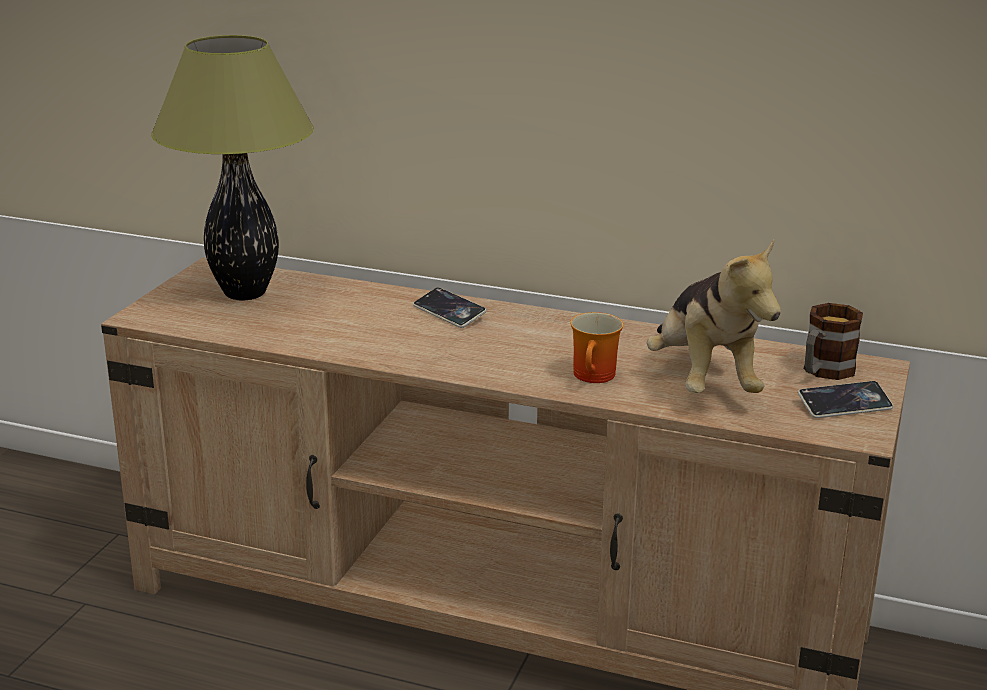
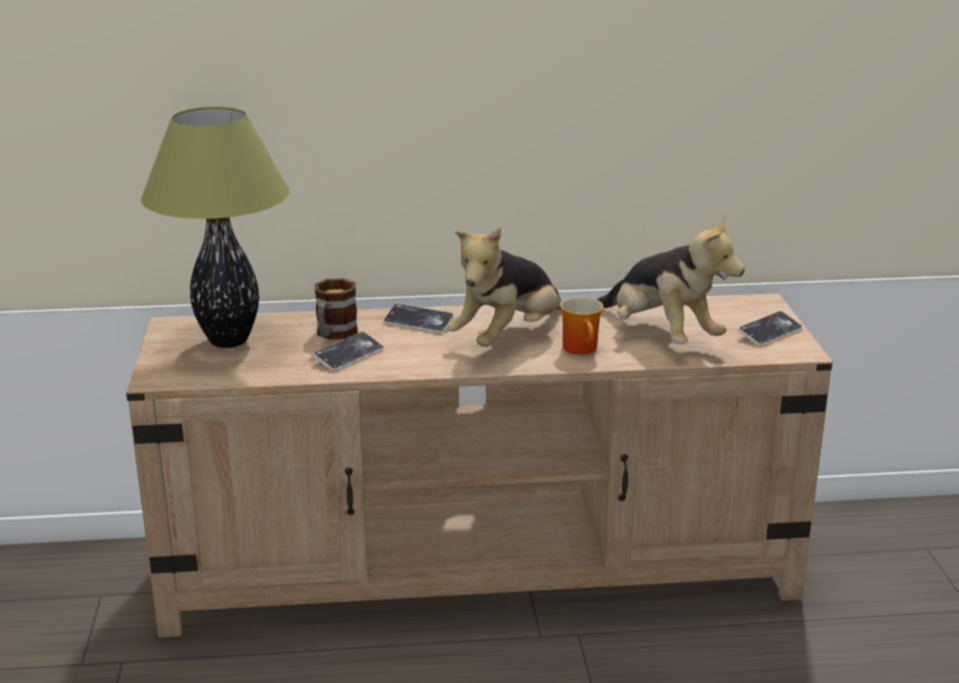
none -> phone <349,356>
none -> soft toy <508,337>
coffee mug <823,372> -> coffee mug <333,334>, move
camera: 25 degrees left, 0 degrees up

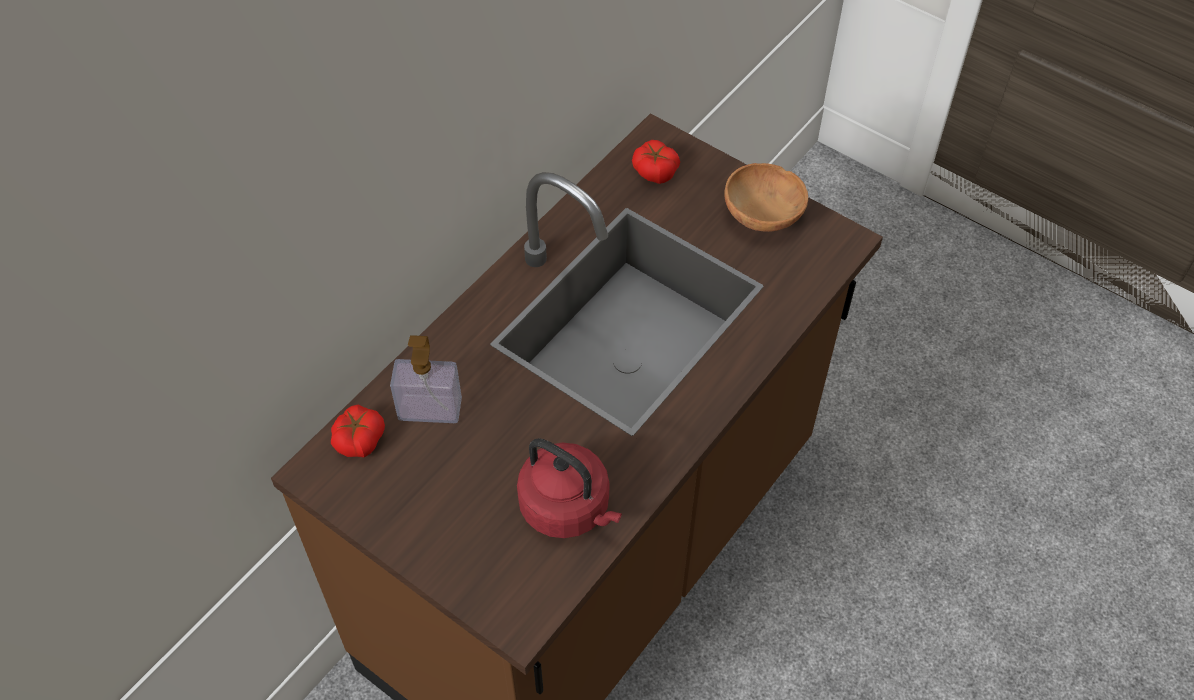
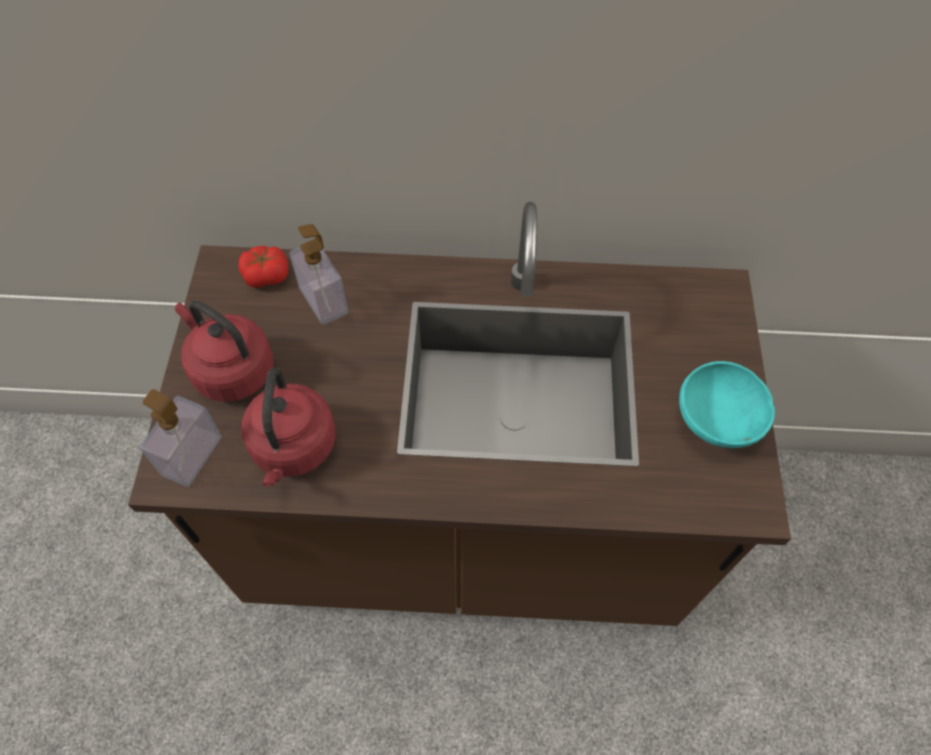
fresh tomato <655,171> -> none
none -> soap bottle <192,456>
none -> reddish water kettle <231,369>
brownish deep dish <764,216> -> turquoise-coloured deep dish <718,421>
camera: 55 degrees right, 5 degrees up

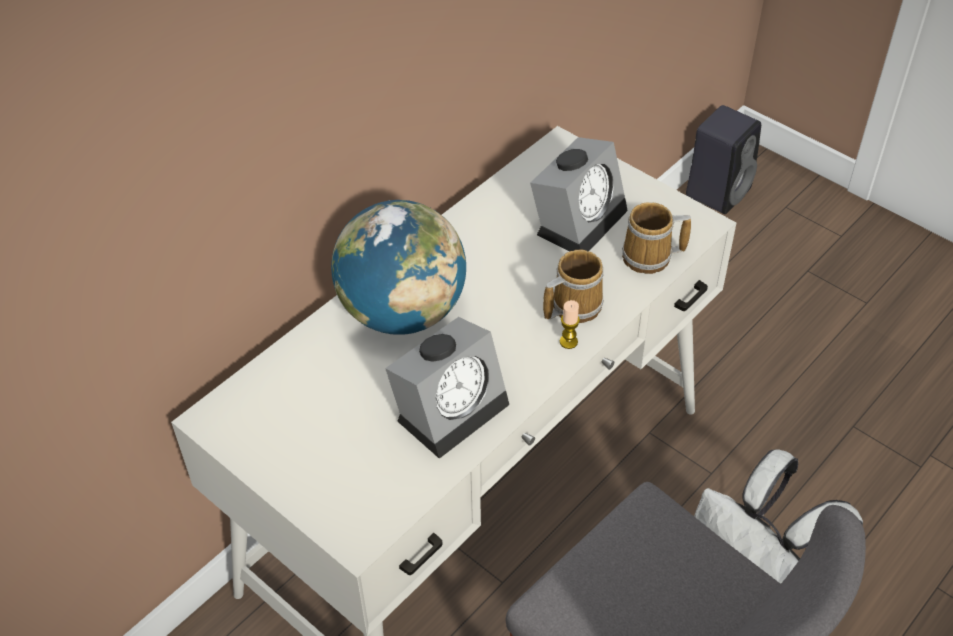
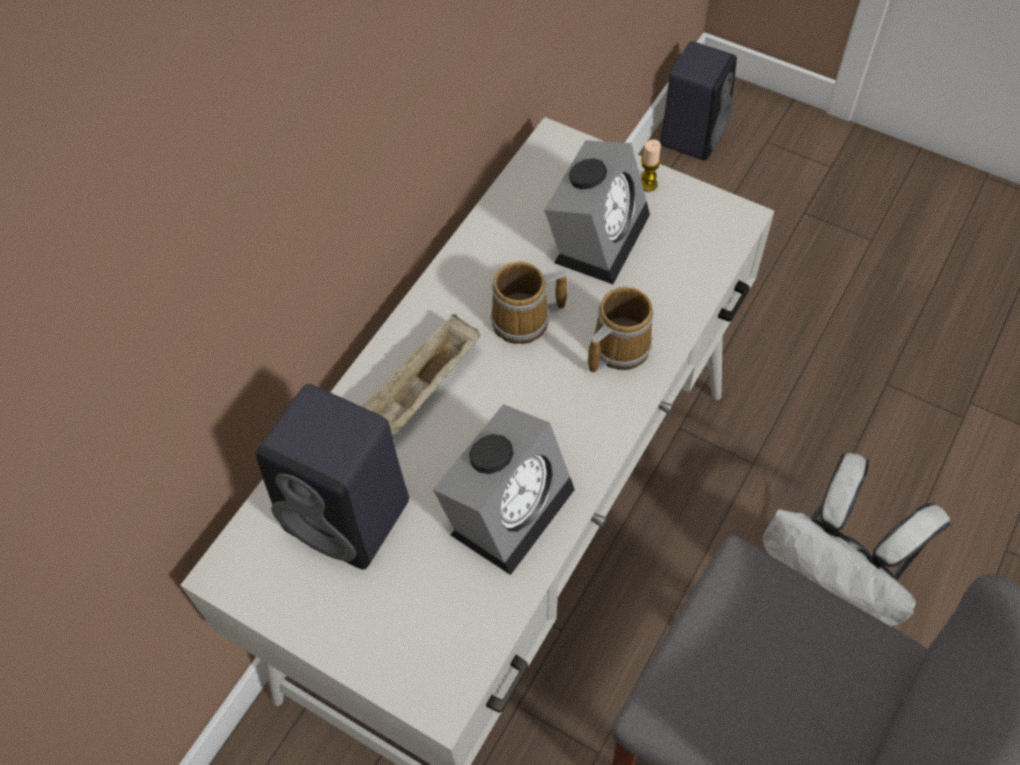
none -> black-coloured loudspeaker <351,516>
candle <568,342> -> candle <648,184>, move
coffee mug <650,257> -> coffee mug <525,321>, move
world globe <402,312> -> beige-coloured carrying tray <423,390>
camera: 10 degrees left, 10 degrees up

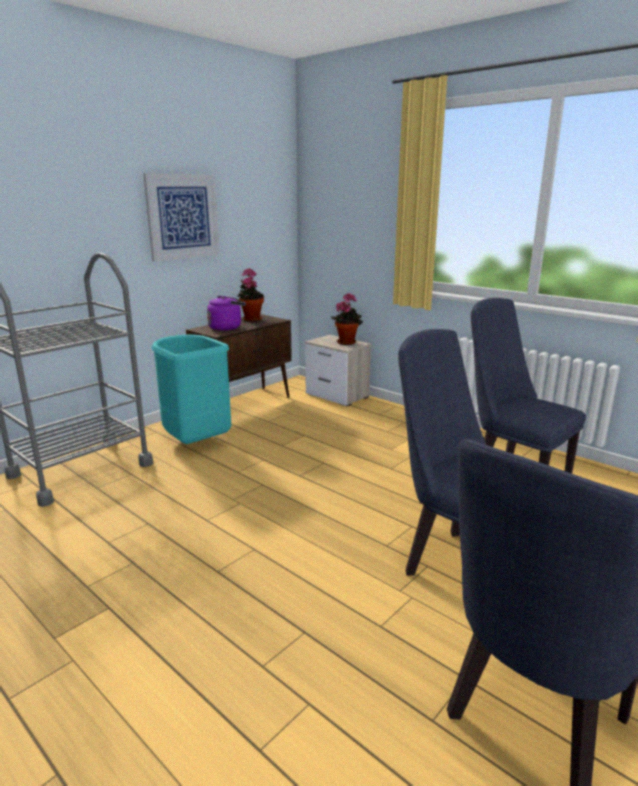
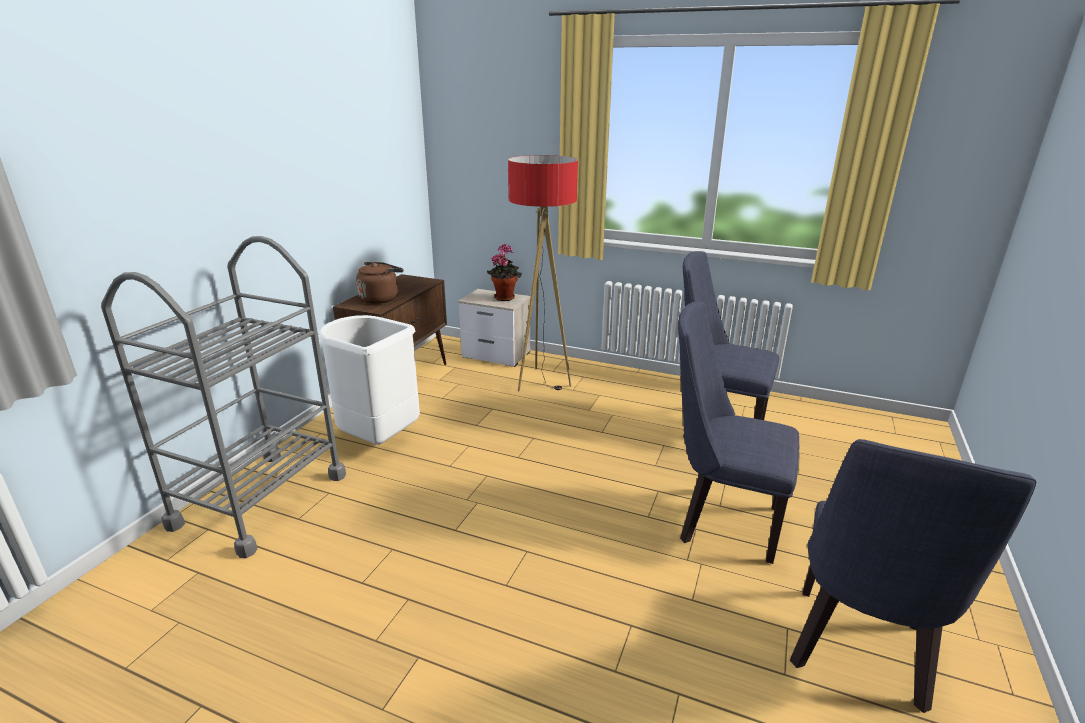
picture <183,217> -> none
potted plant <251,319> -> none
none -> standing lamp <542,382>
turquoise-coloured trash can <195,442> -> white-coloured trash can <377,438>
purple water kettle <227,327> -> brownish water kettle <381,298>
camera: 20 degrees left, 5 degrees up

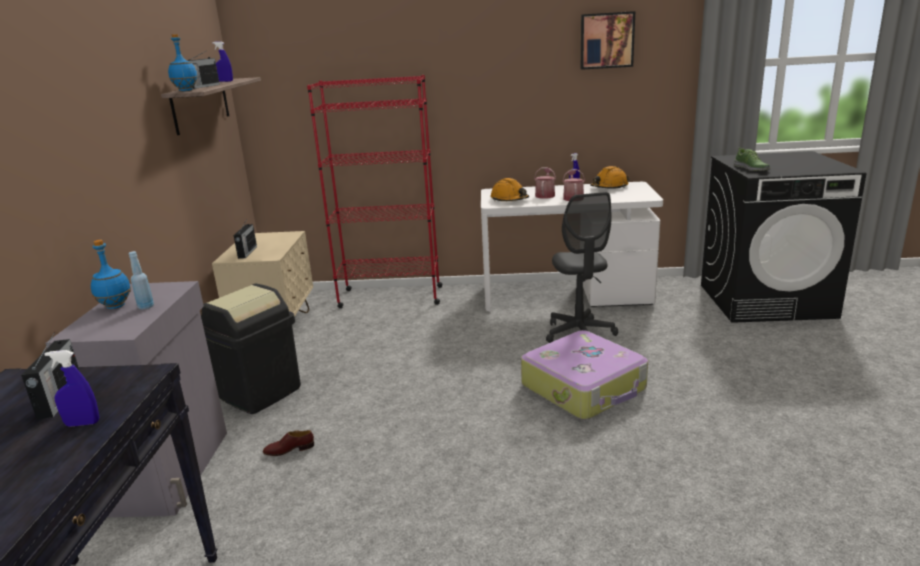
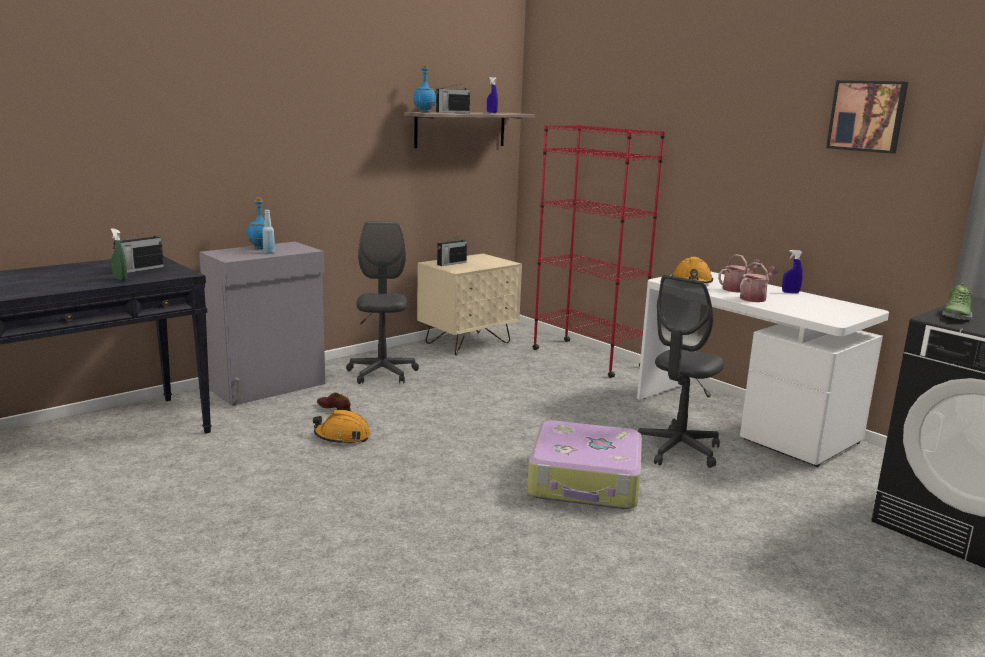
orangey safety helmet <609,187> -> orangey safety helmet <342,437>, move
black-coloured trash can <260,392> -> grey desk chair <382,373>
bluish hand sprayer <82,423> -> greenish hand sprayer <120,279>
camera: 45 degrees right, 5 degrees down

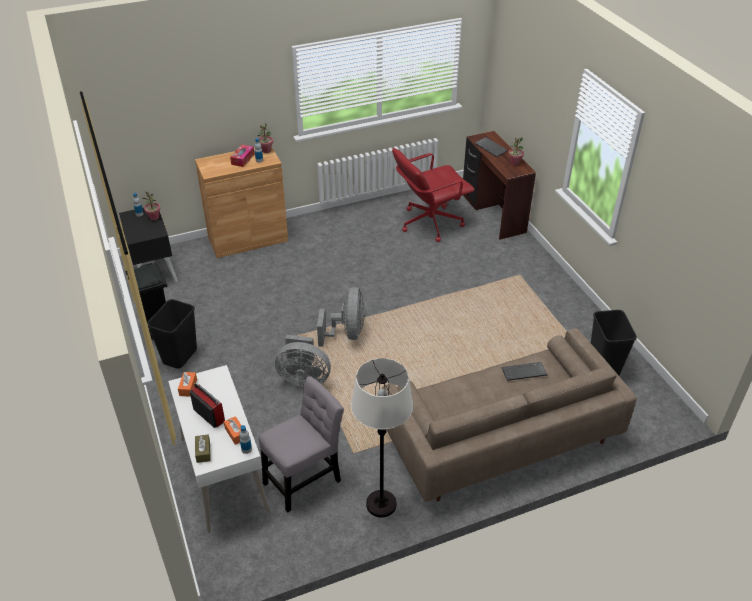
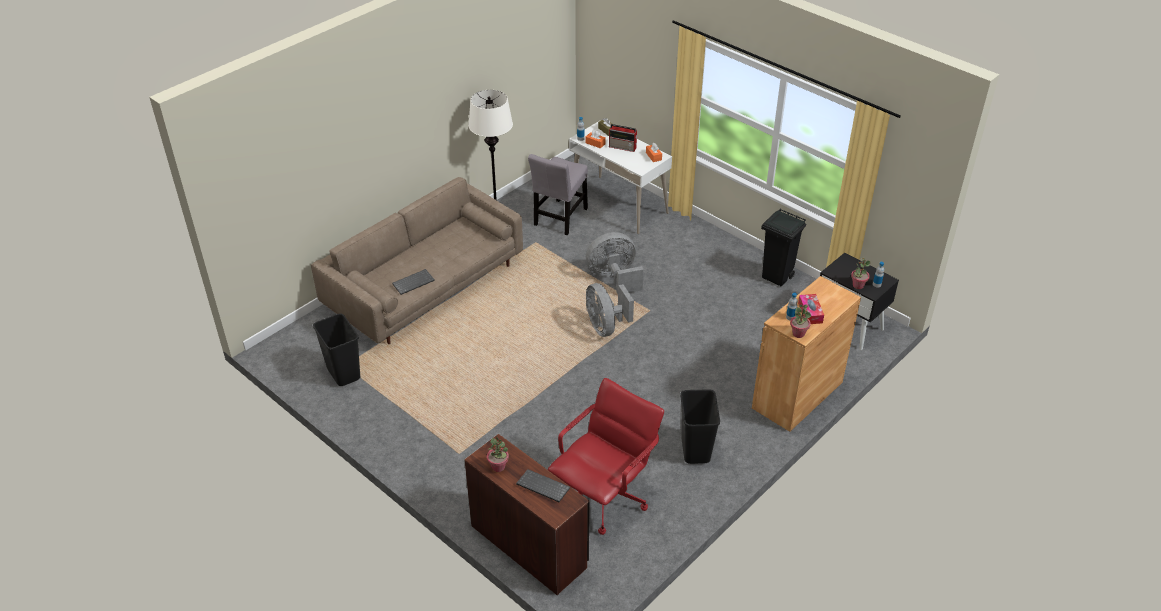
black-coloured trash can <180,356> -> black-coloured trash can <695,450>, move
camera: 155 degrees right, 0 degrees up

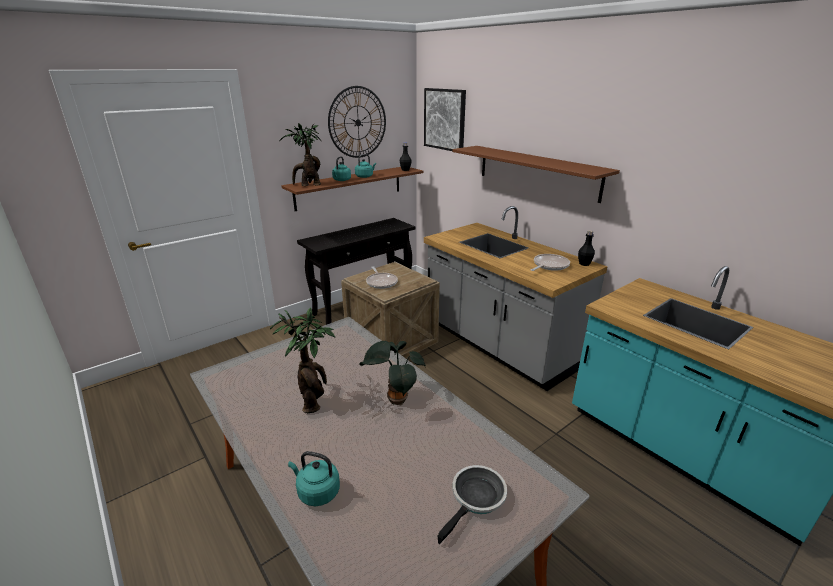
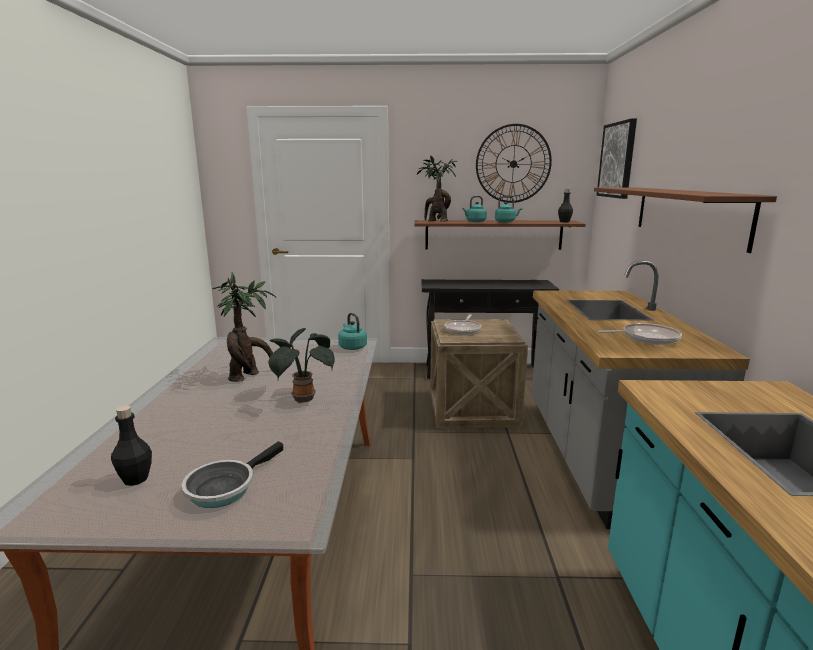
turquoise-coloured water kettle <317,492> -> turquoise-coloured water kettle <352,347>, move
black-coloured beverage bottle <584,264> -> black-coloured beverage bottle <135,479>, move
pan <476,499> -> pan <225,487>, 135 degrees clockwise
camera: 40 degrees right, 10 degrees down

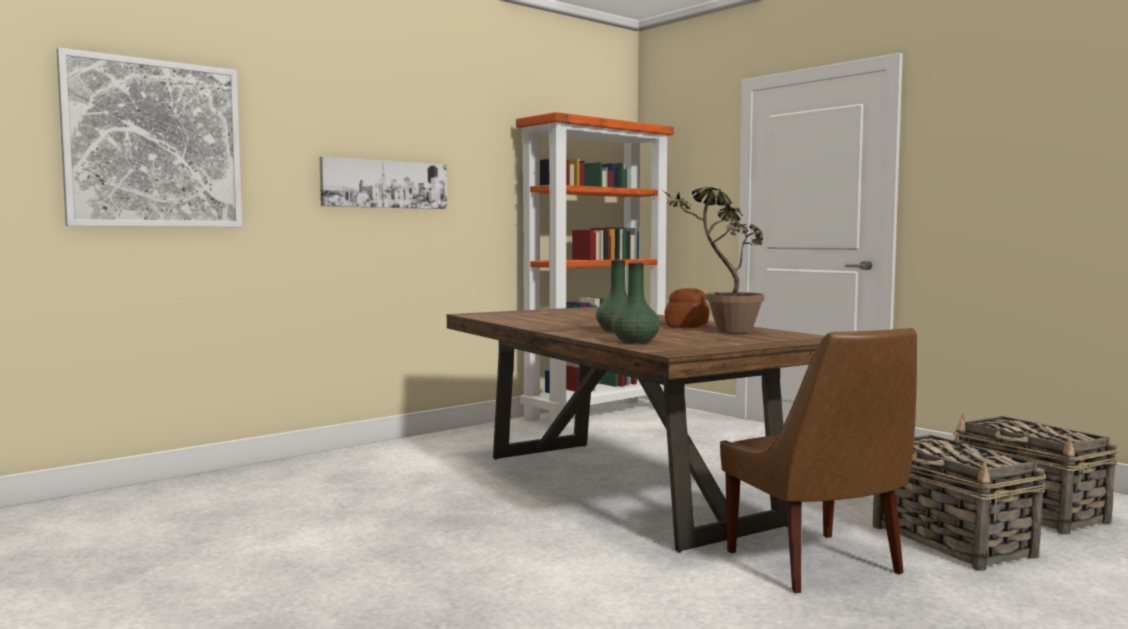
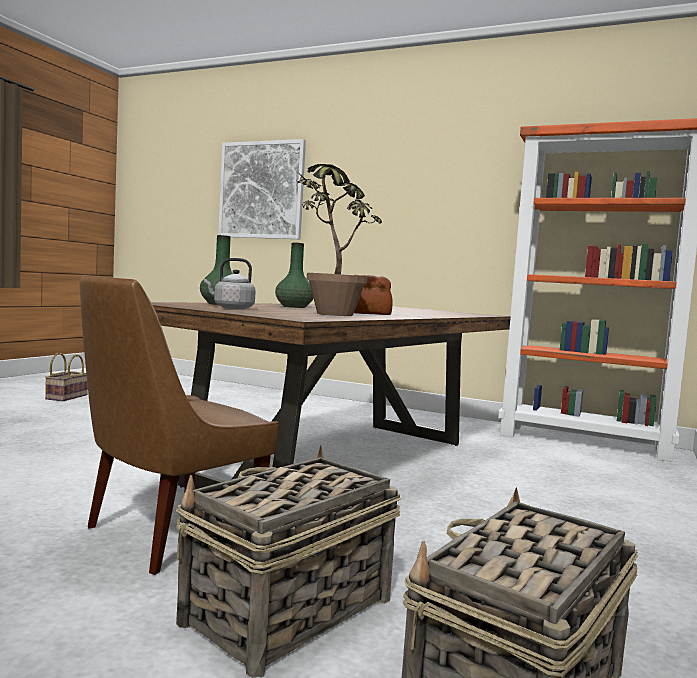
picture <384,184> -> none
none -> household basket <66,397>
none -> grey water kettle <231,308>
camera: 65 degrees right, 0 degrees up

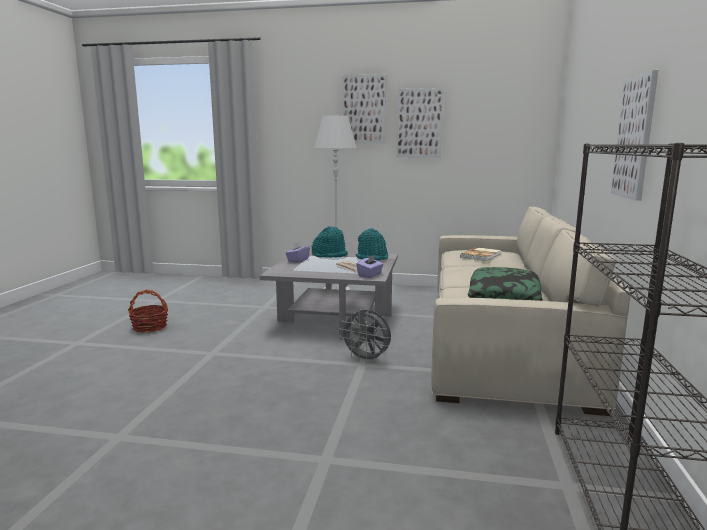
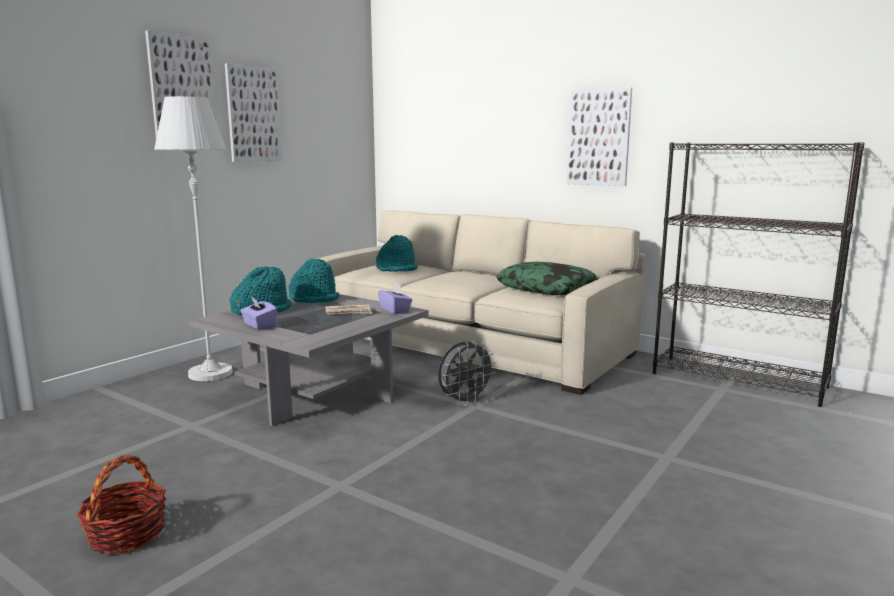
bound book <481,255> -> turquoise-coloured wearable hat <397,269>
camera: 65 degrees left, 0 degrees up

